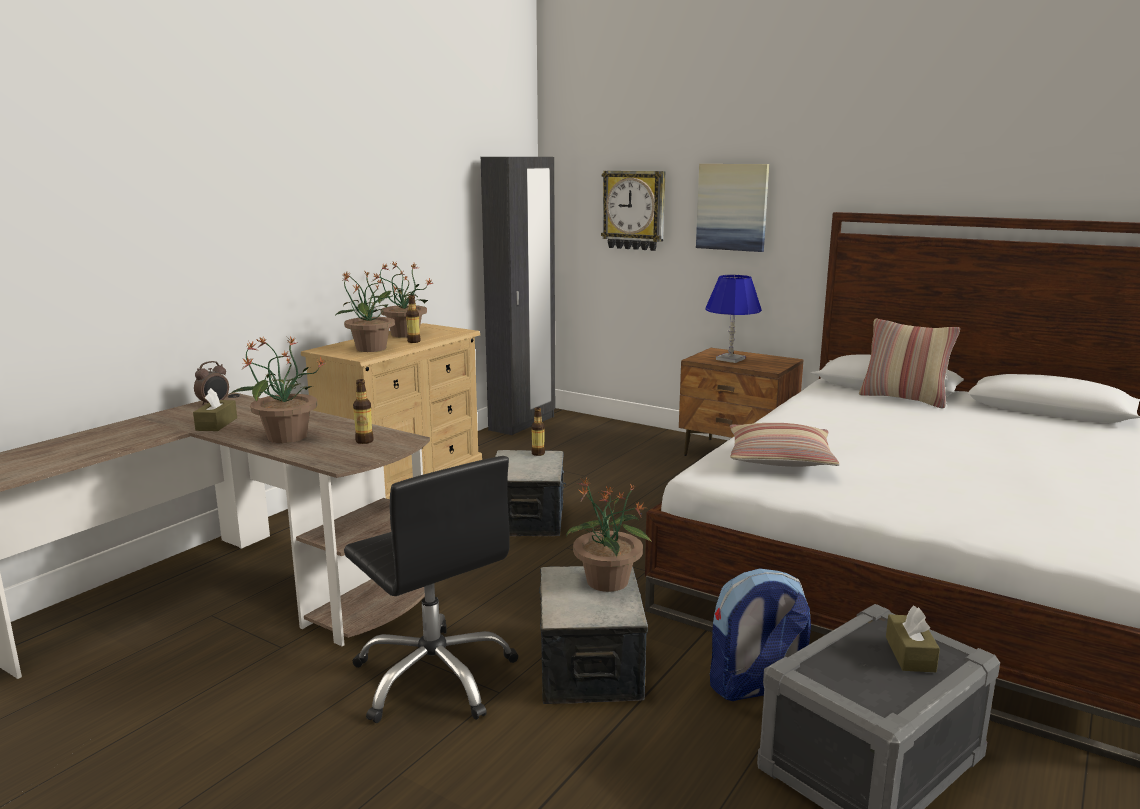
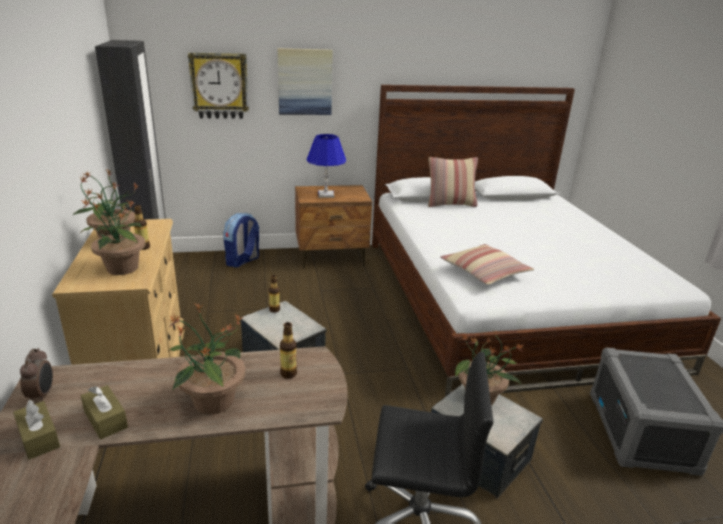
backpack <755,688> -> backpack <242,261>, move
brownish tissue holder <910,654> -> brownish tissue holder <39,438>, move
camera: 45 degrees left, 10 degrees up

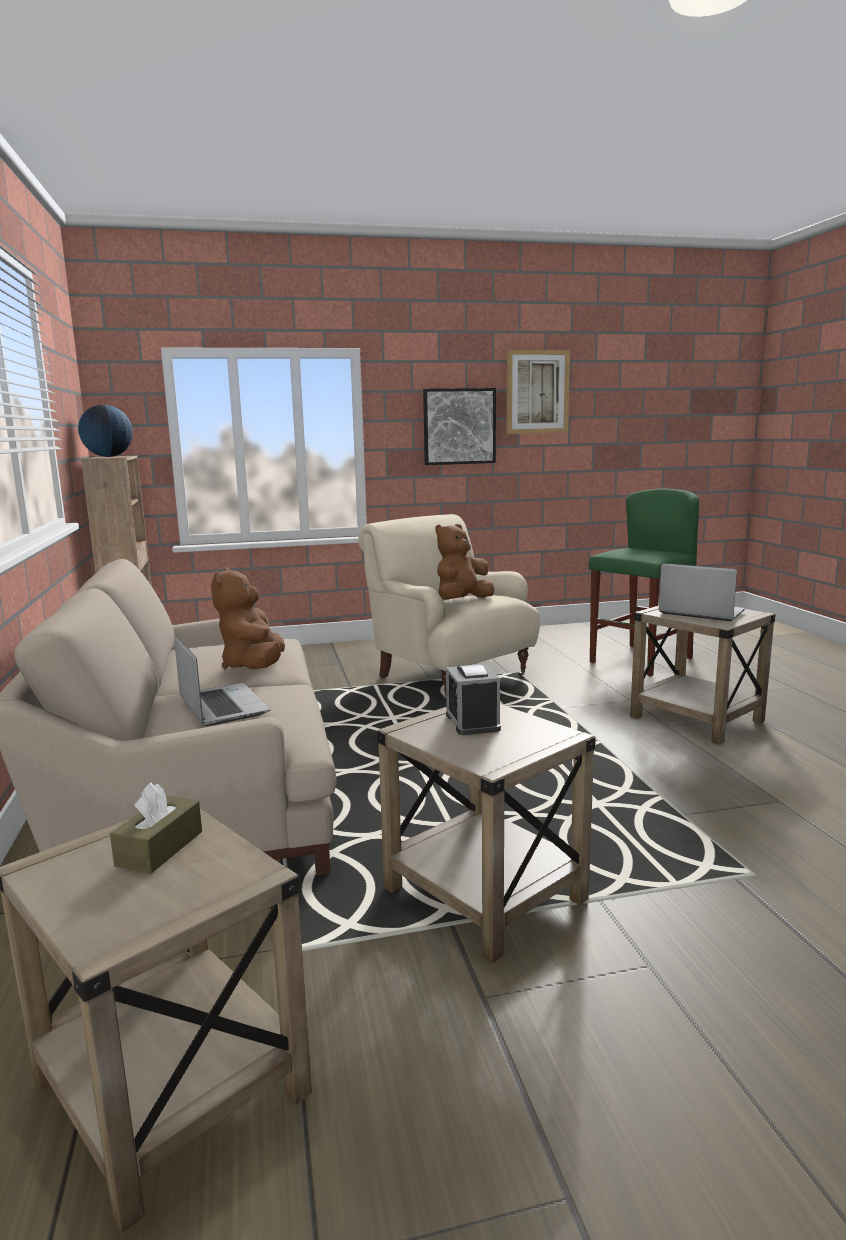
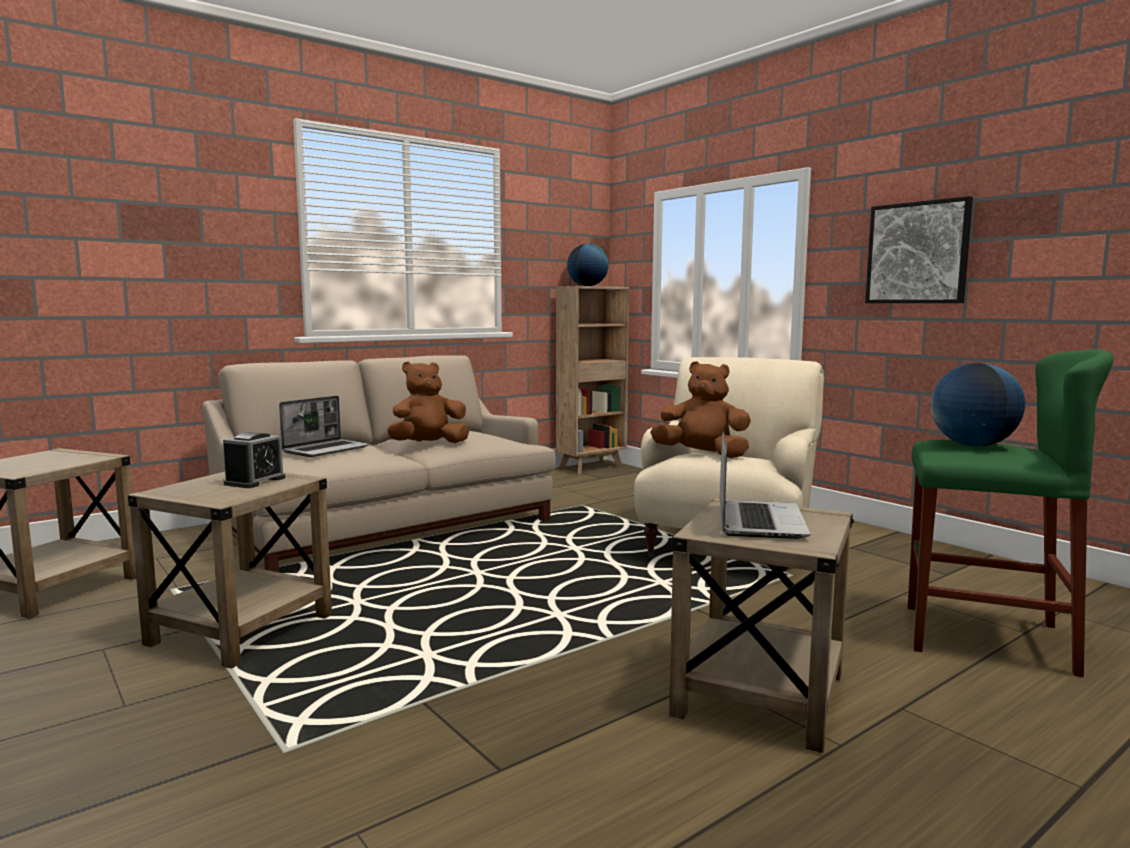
brownish tissue holder <159,848> -> none
picture <537,392> -> none
none -> world globe <973,445>
bedside clock <472,722> -> bedside clock <255,481>, 150 degrees clockwise
camera: 65 degrees right, 5 degrees down

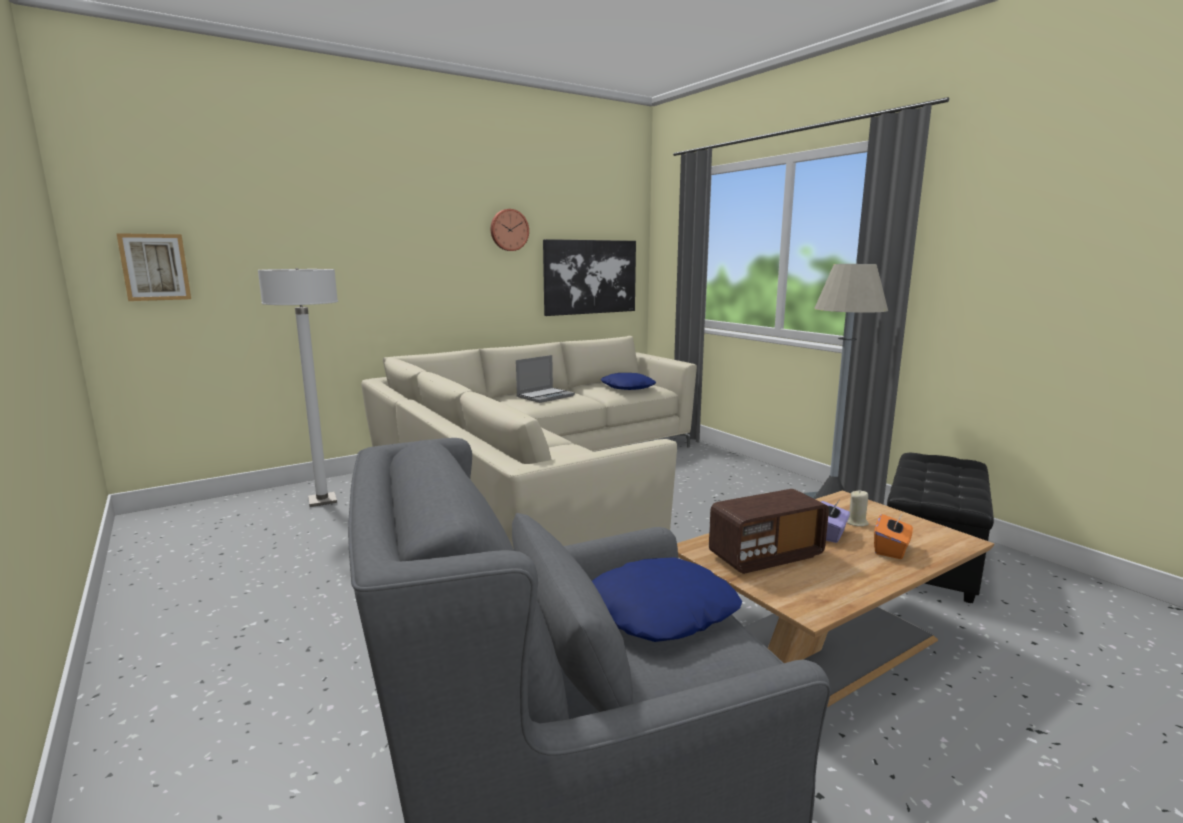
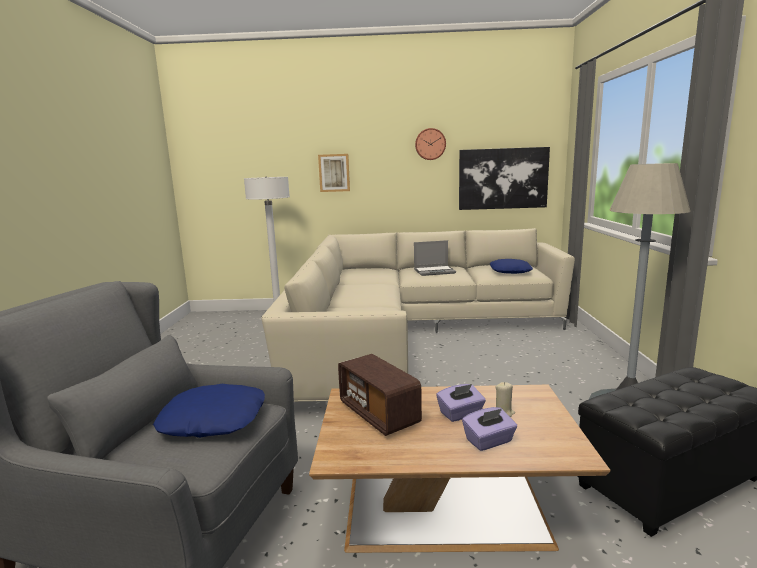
picture <155,267> -> picture <334,173>, move
orangey tissue holder <891,549> -> purple tissue holder <489,441>
radio <765,556> -> radio <379,414>, 45 degrees clockwise
camera: 35 degrees right, 0 degrees up

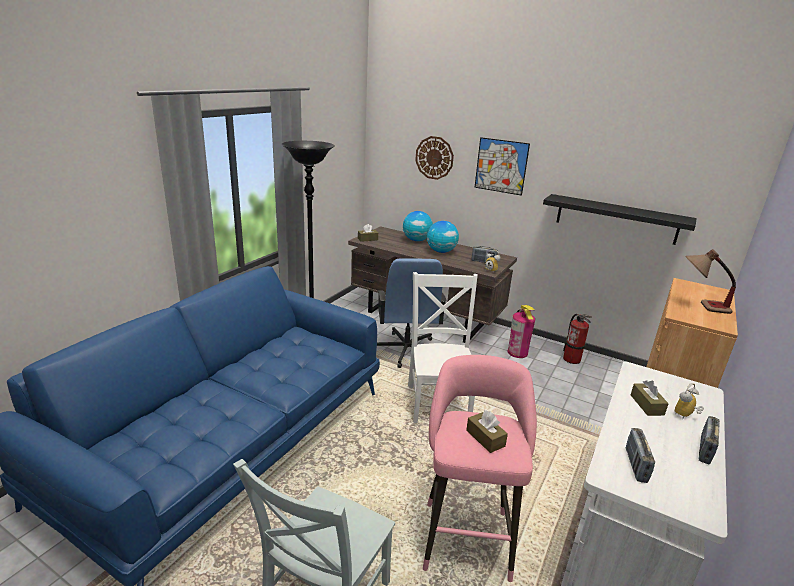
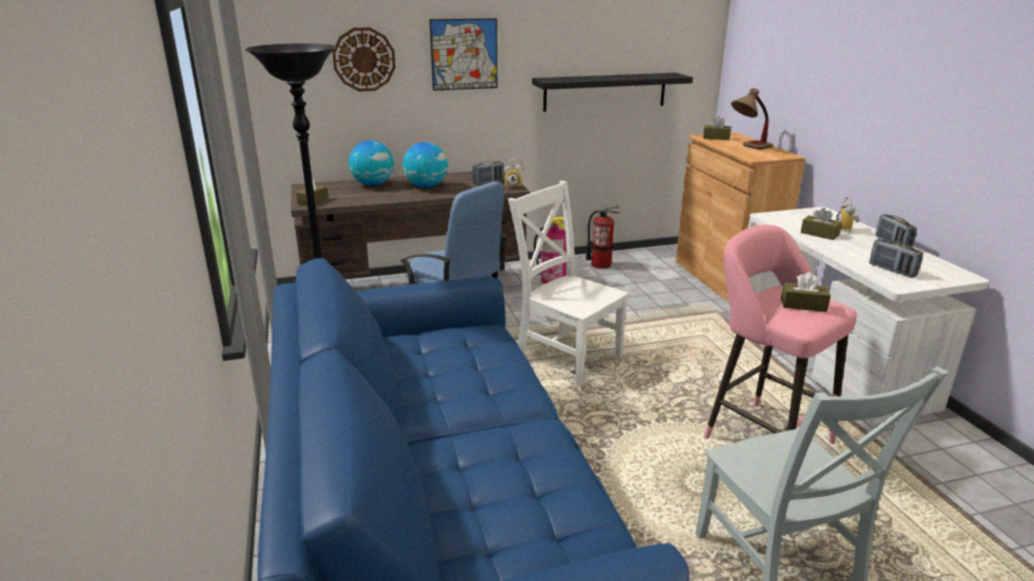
none -> brownish tissue holder <716,138>
camera: 45 degrees left, 0 degrees up

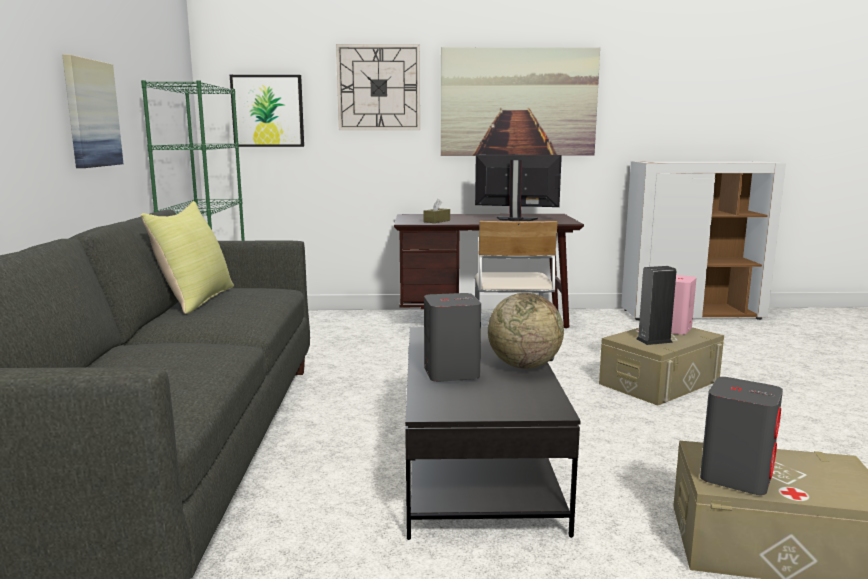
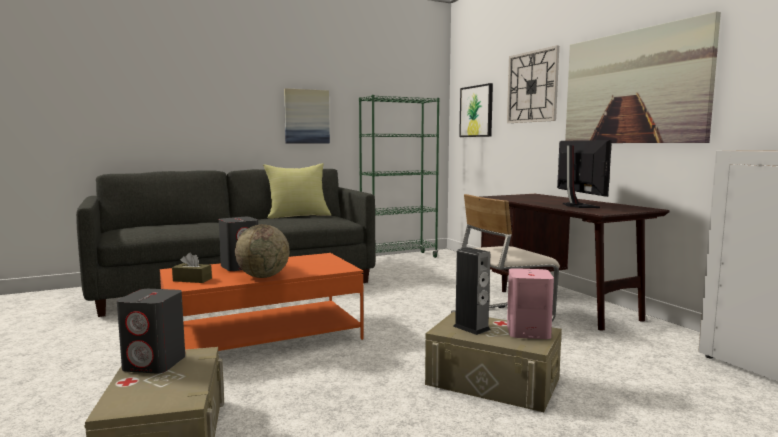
brownish tissue holder <436,221> -> brownish tissue holder <192,280>, move
black-coloured lounge table <476,462> -> orangey lounge table <263,338>
camera: 65 degrees right, 5 degrees down

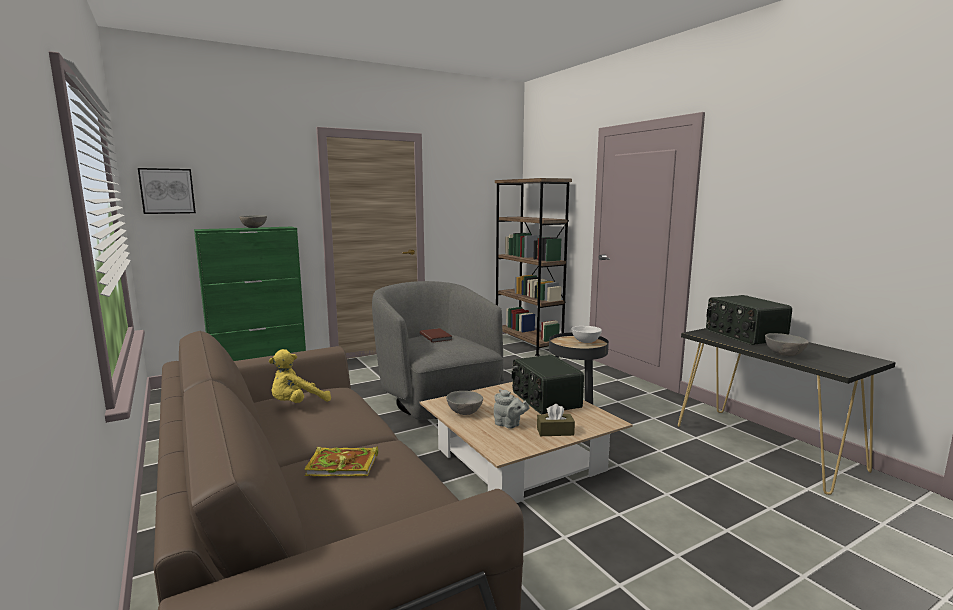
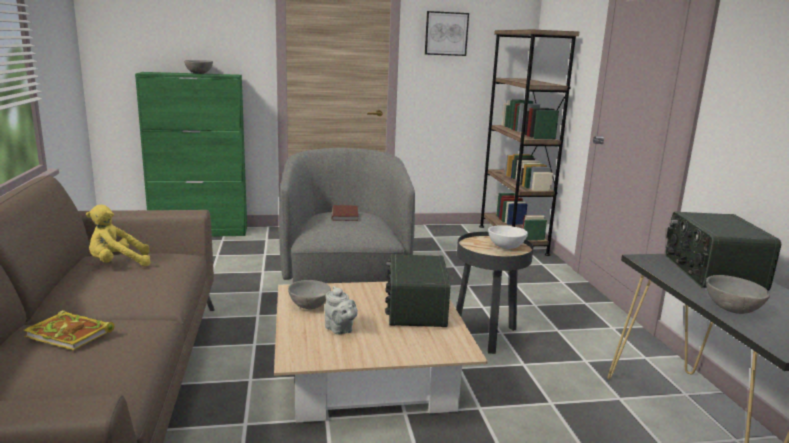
brownish tissue holder <555,432> -> none
picture <167,191> -> picture <446,33>, move
camera: 20 degrees right, 5 degrees up

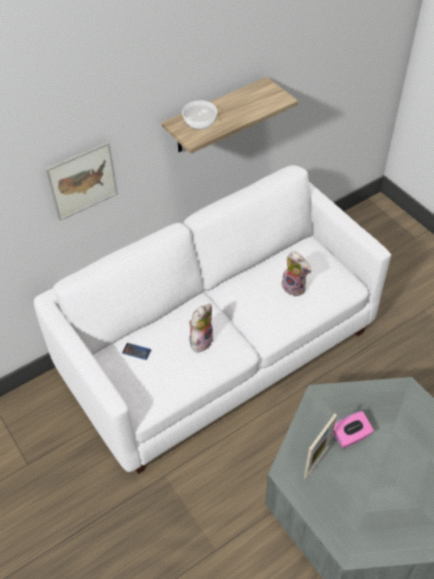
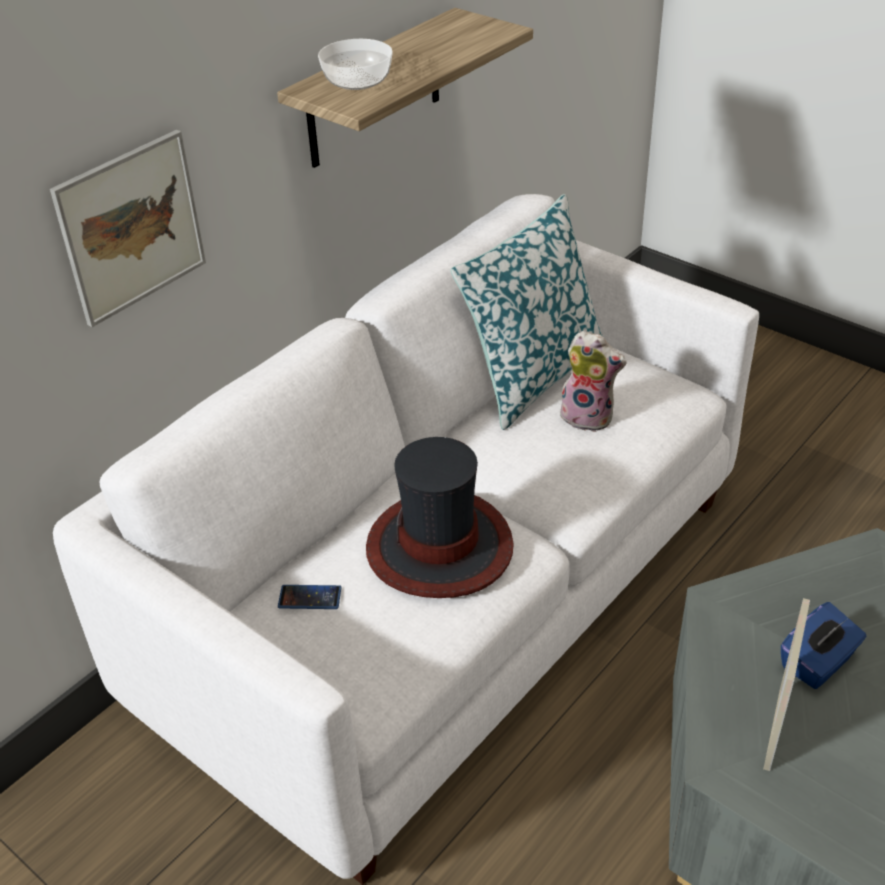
none -> cushion <532,375>
soft toy <200,340> -> wearable hat <440,547>
pink-coloured tissue holder <350,436> -> bluish tissue holder <818,663>
camera: 15 degrees left, 10 degrees down

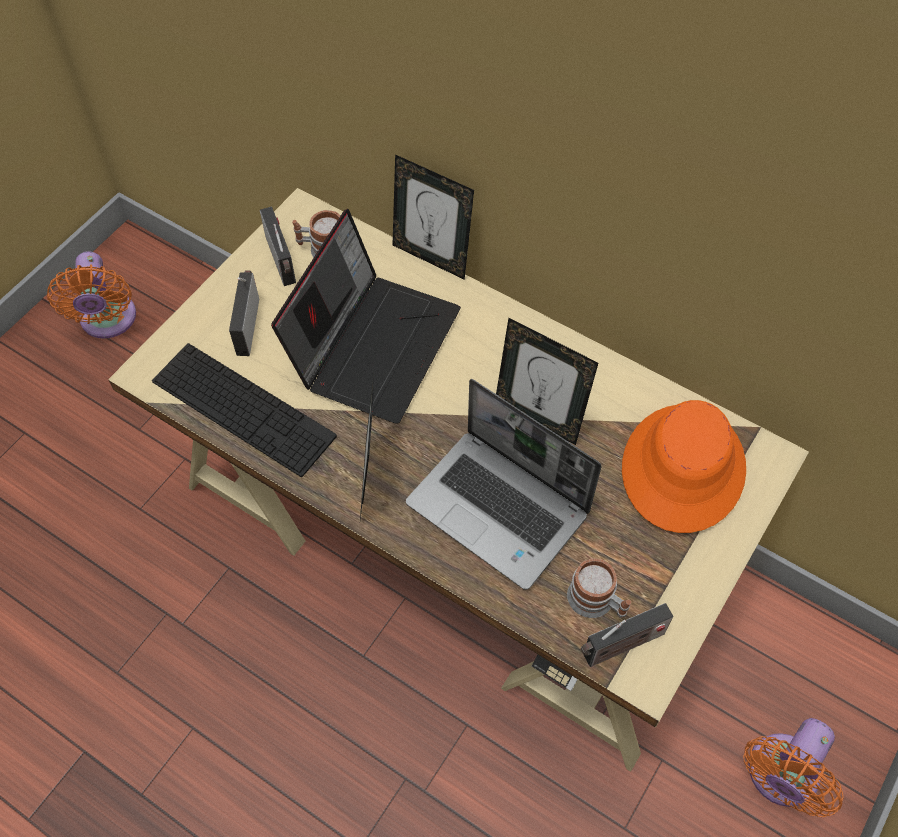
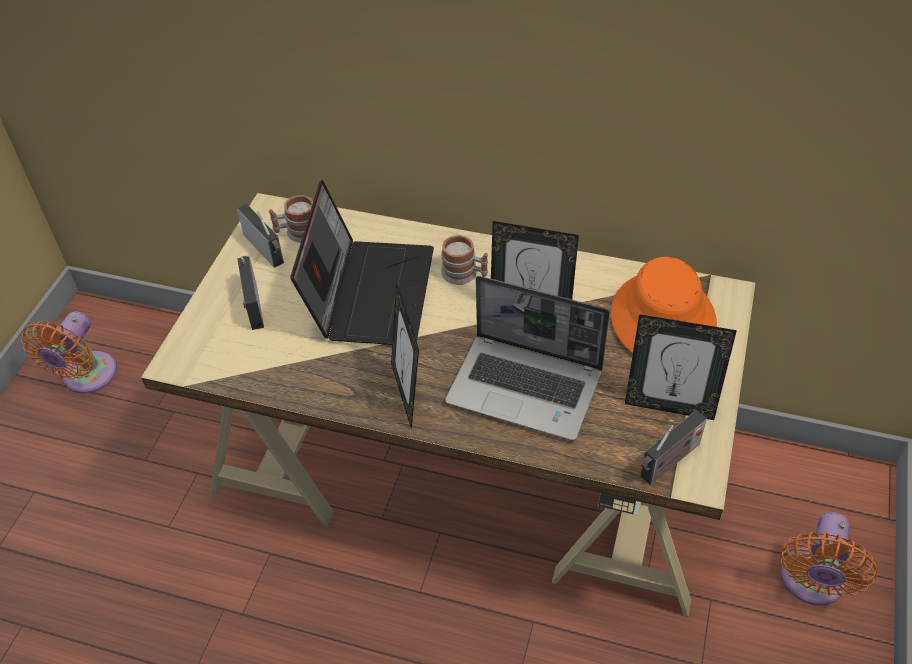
computer keyboard <243,408> -> none
picture frame <431,257> -> picture frame <669,406>, move
coffee mug <597,601> -> coffee mug <465,274>, move
orangey cooling fan <108,321> -> orangey cooling fan <86,378>, 45 degrees clockwise
camera: 15 degrees left, 10 degrees down

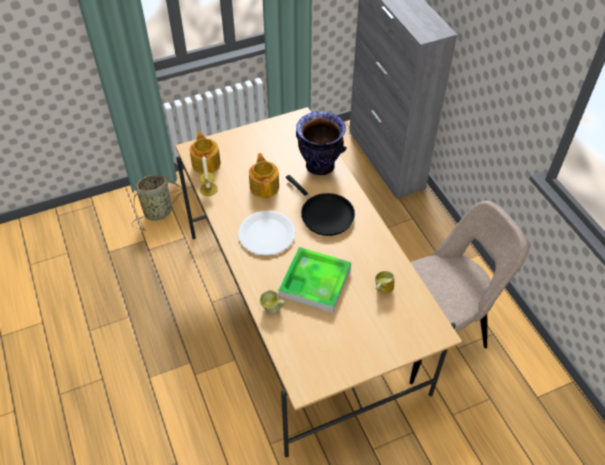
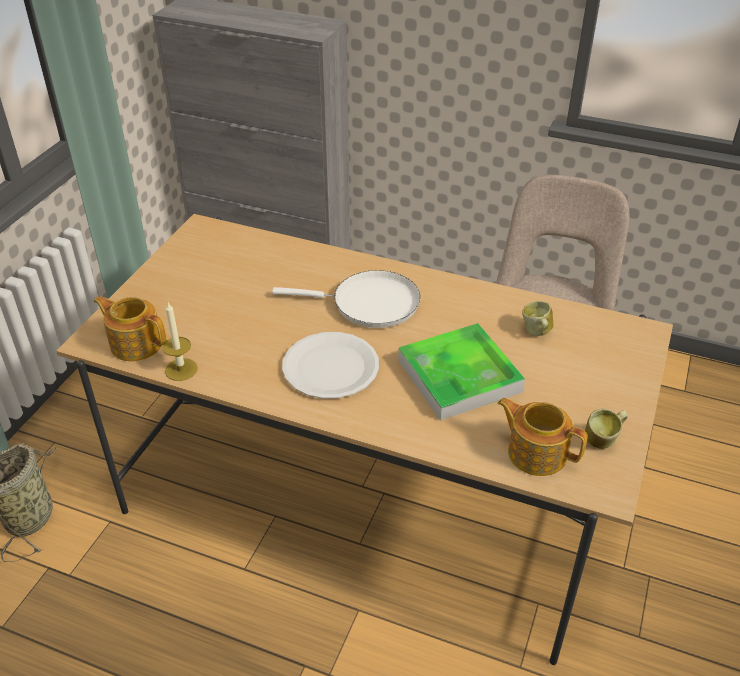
flower vase <320,166> -> none
tea pot <264,186> -> tea pot <536,452>, move
coffee mug <273,308> -> coffee mug <603,441>, move
black-coloured pan <324,214> -> white-coloured pan <369,304>
camera: 45 degrees left, 10 degrees down

